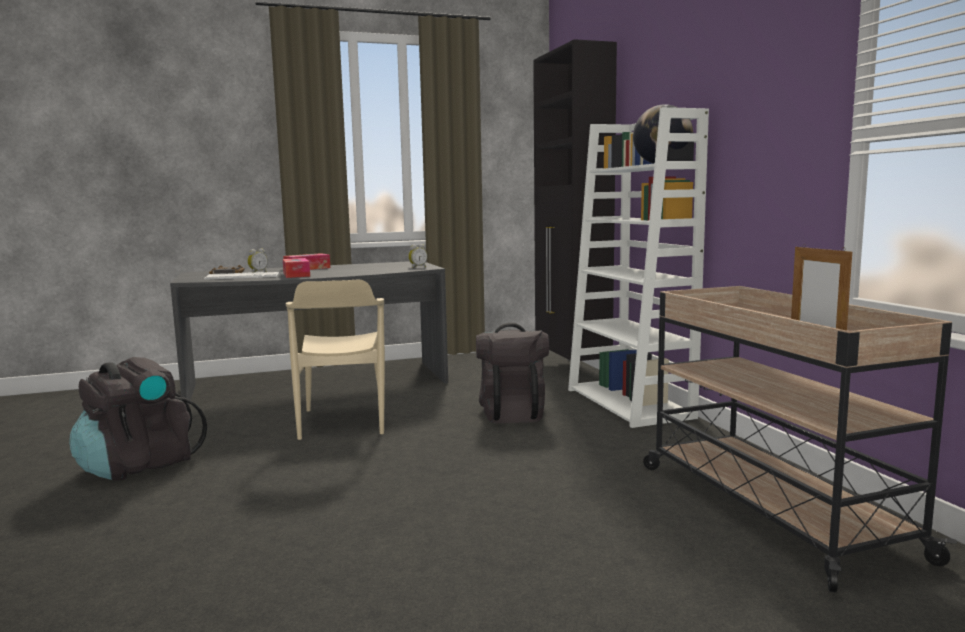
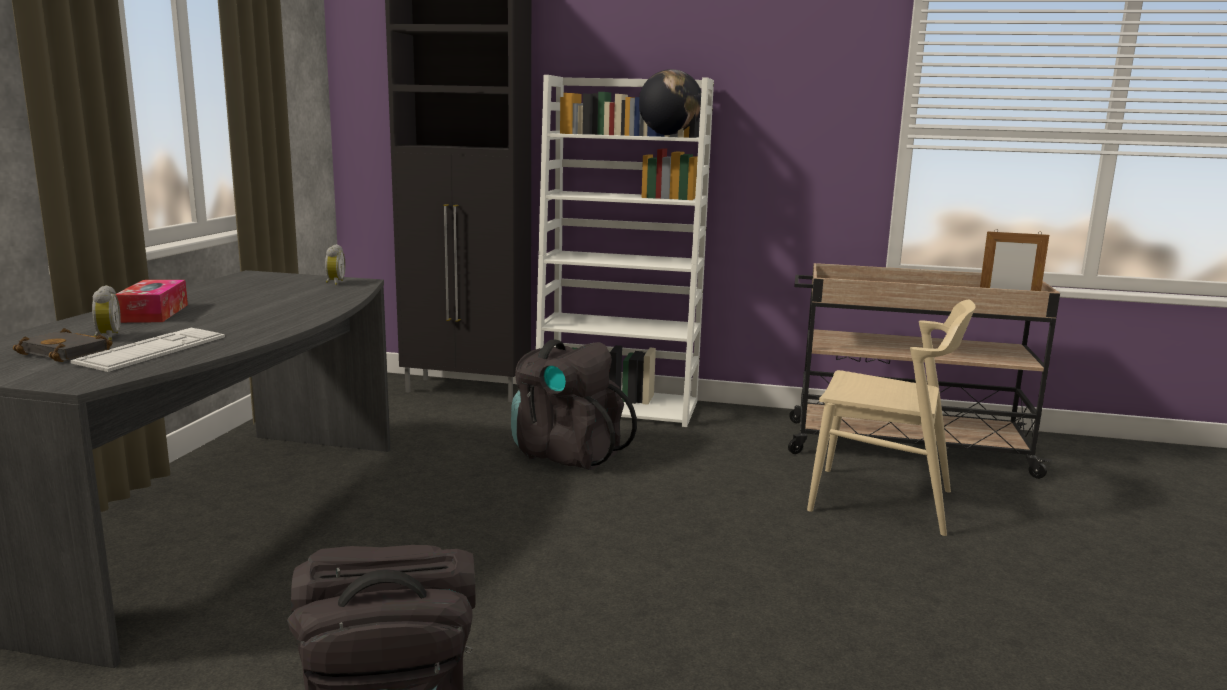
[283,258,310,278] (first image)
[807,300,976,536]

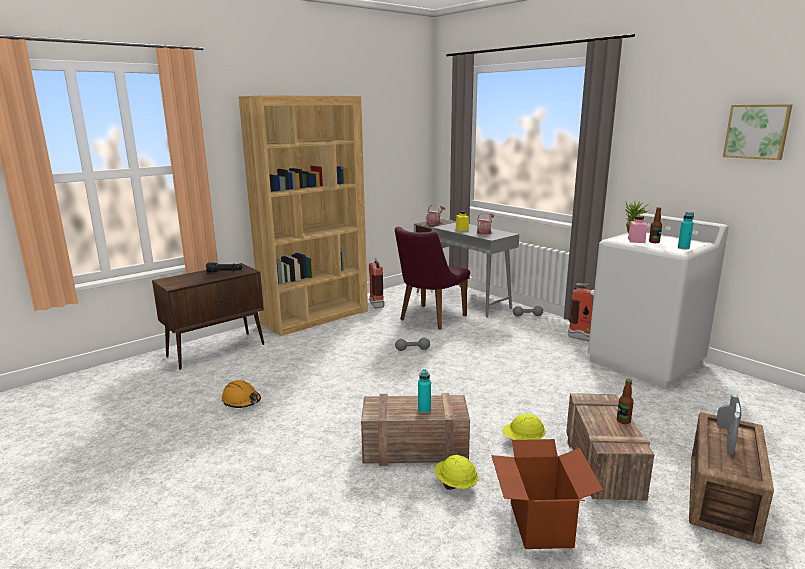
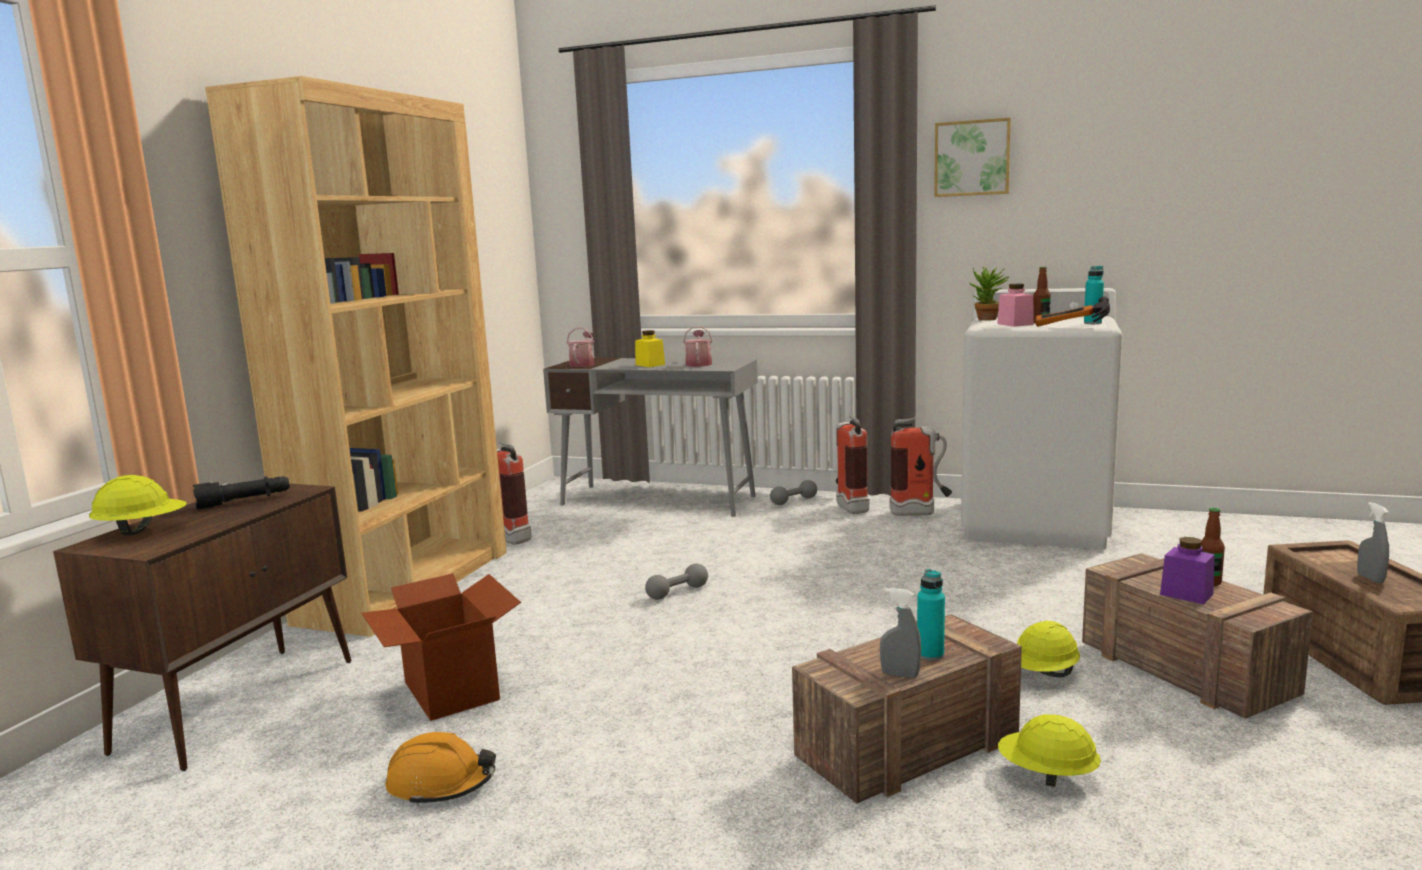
[934,118,1011,197]
[395,227,470,330] (first image)
[880,588,921,678]
[362,573,521,721]
[1035,297,1110,327]
[836,414,870,514]
[89,475,187,535]
[1160,537,1214,604]

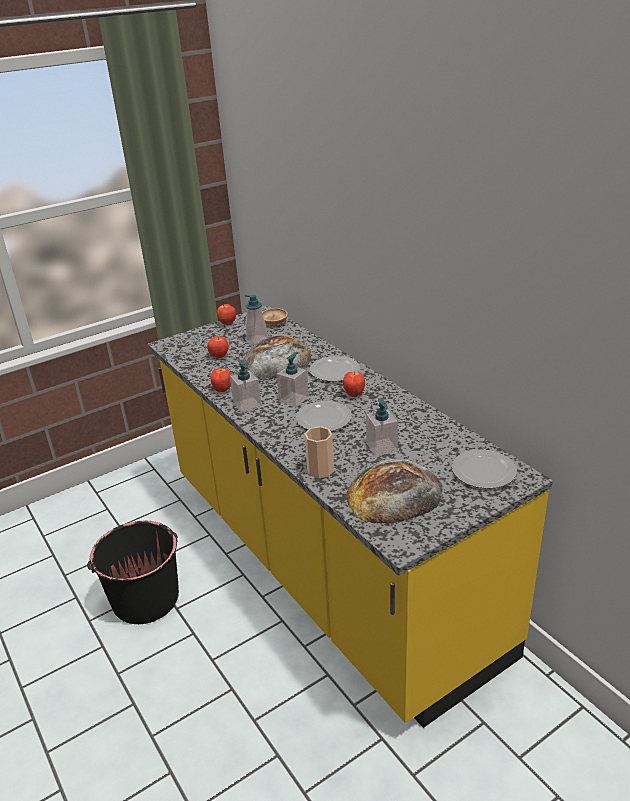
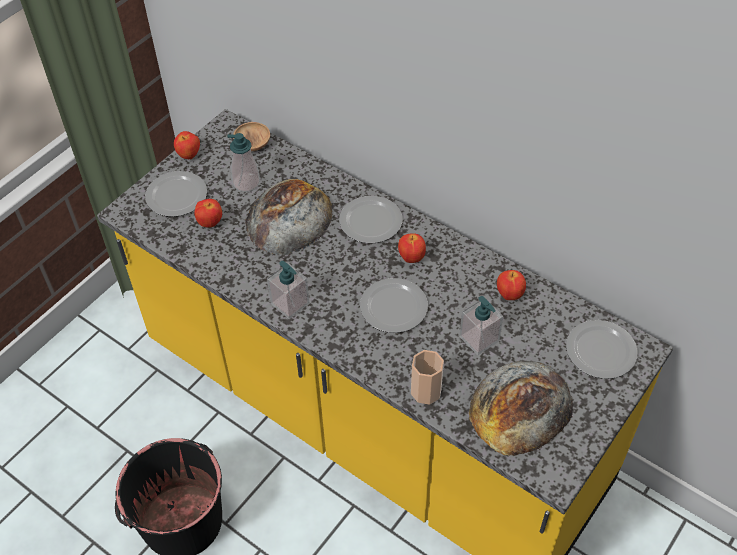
[276,352,309,407] (first image)
[497,270,526,300]
[145,171,207,217]

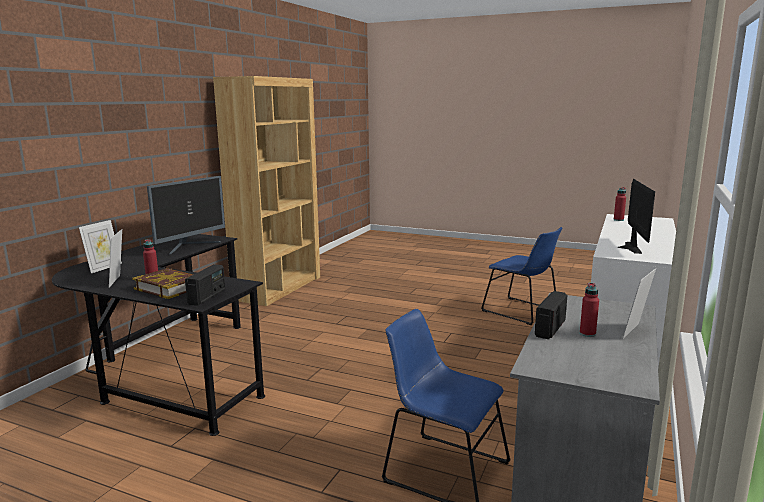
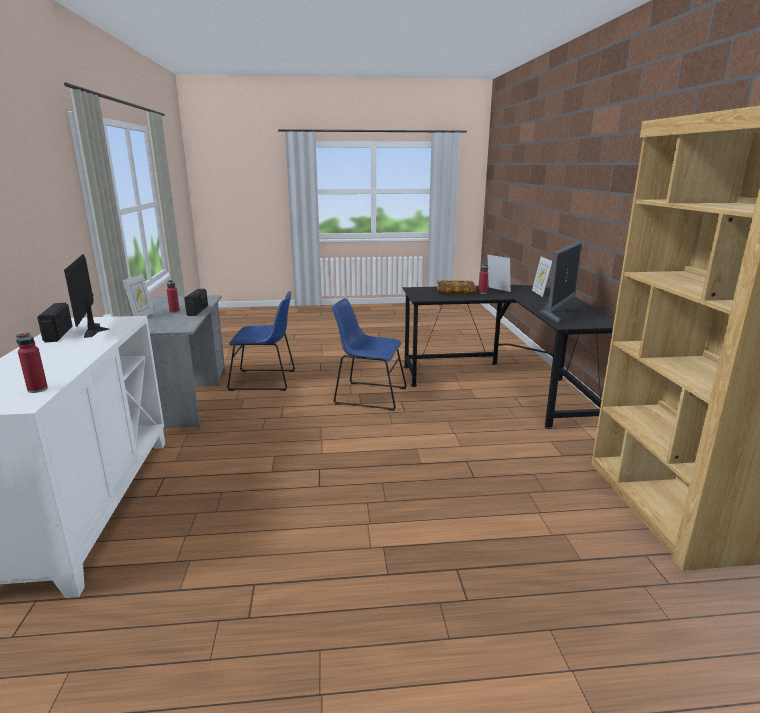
[540,242,582,323]
[332,298,407,411]
[37,303,73,342]

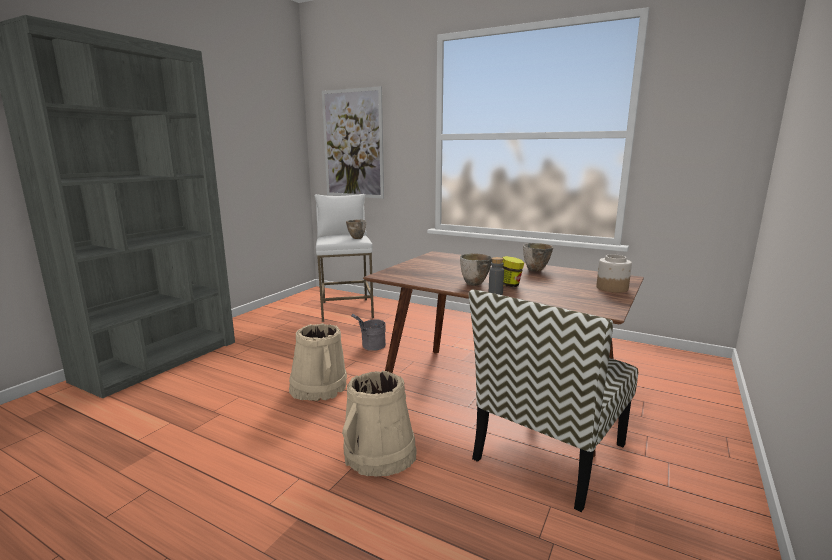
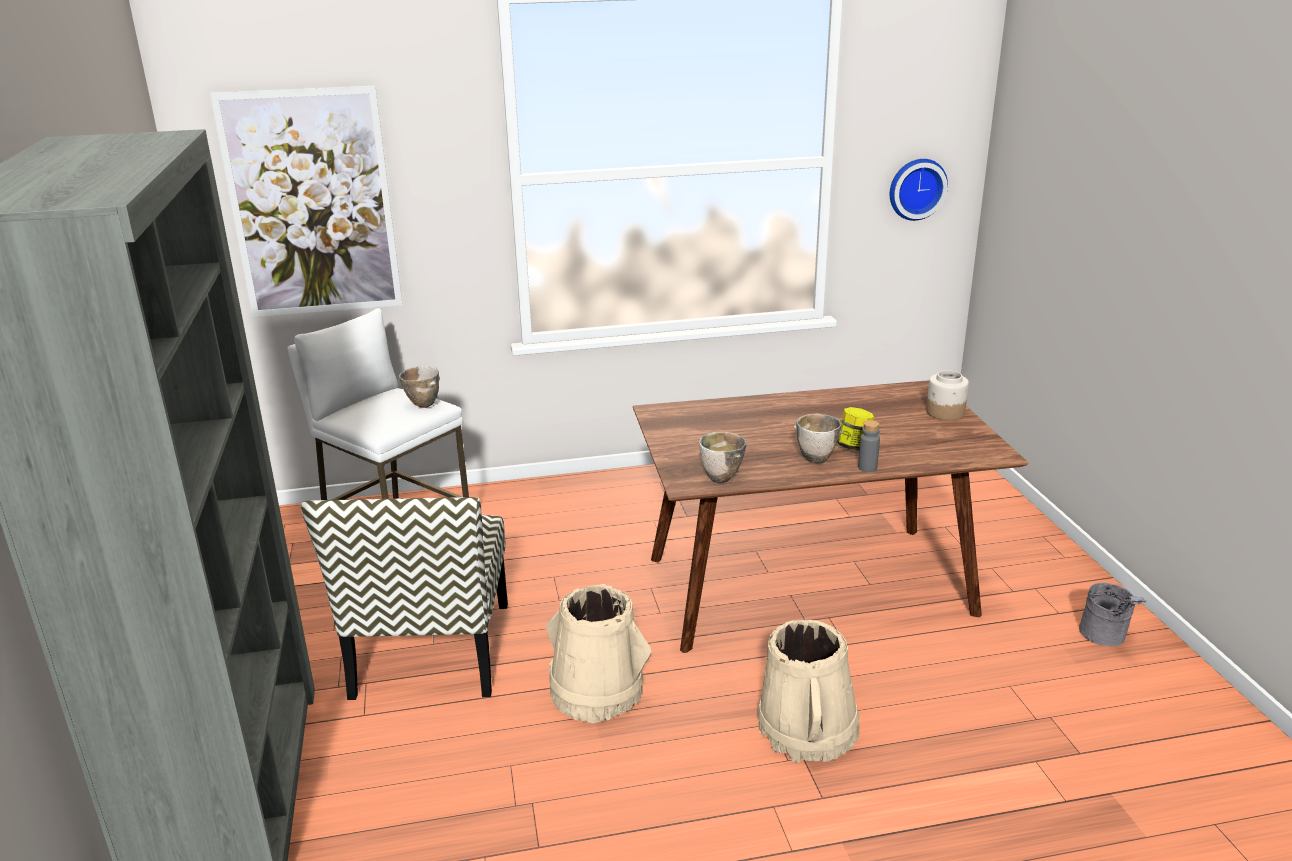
[699,432,747,483]
[300,497,508,700]
[1079,583,1147,646]
[890,159,948,221]

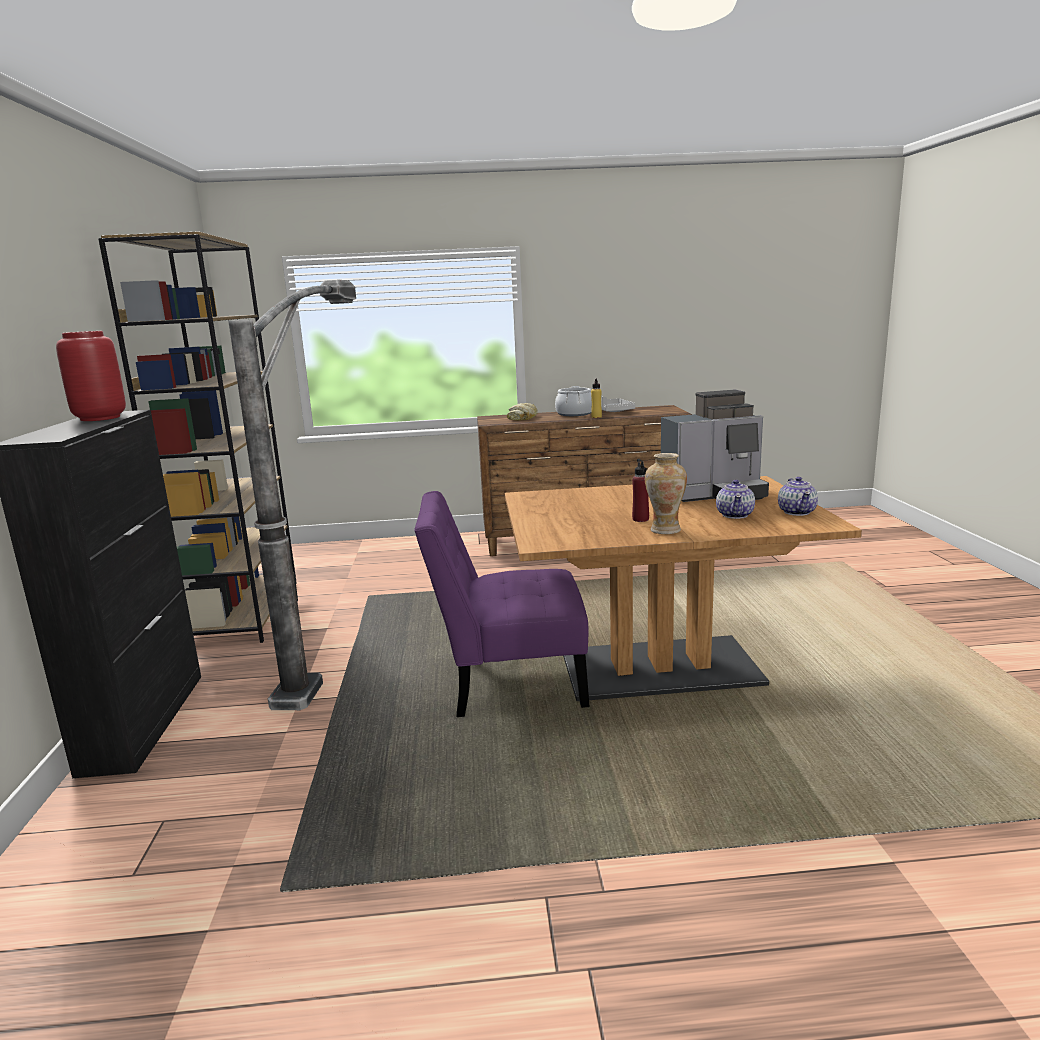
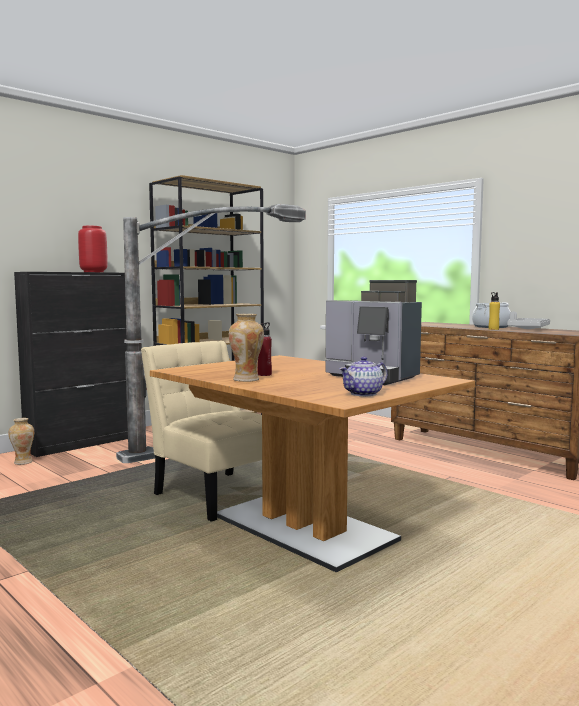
[507,403,538,421] (first image)
[716,480,755,519] (first image)
[141,341,262,522]
[8,418,34,465]

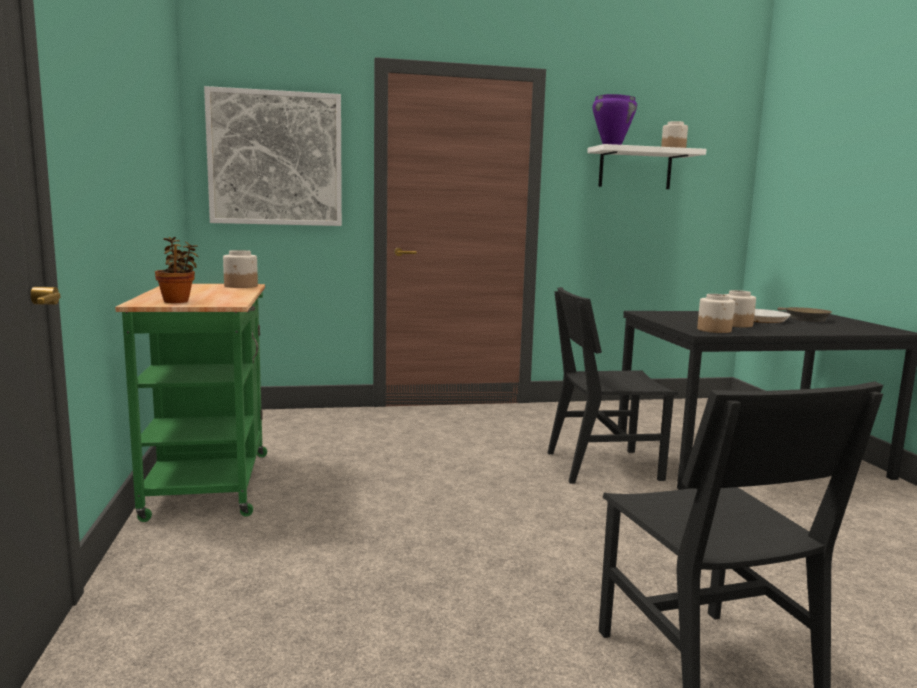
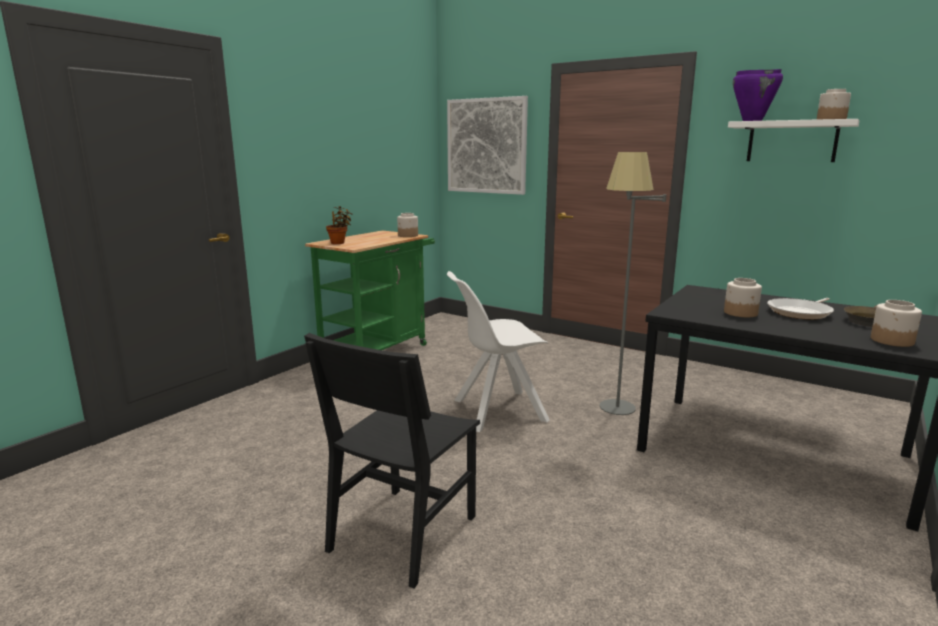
[600,152,666,415]
[871,300,922,347]
[447,271,550,432]

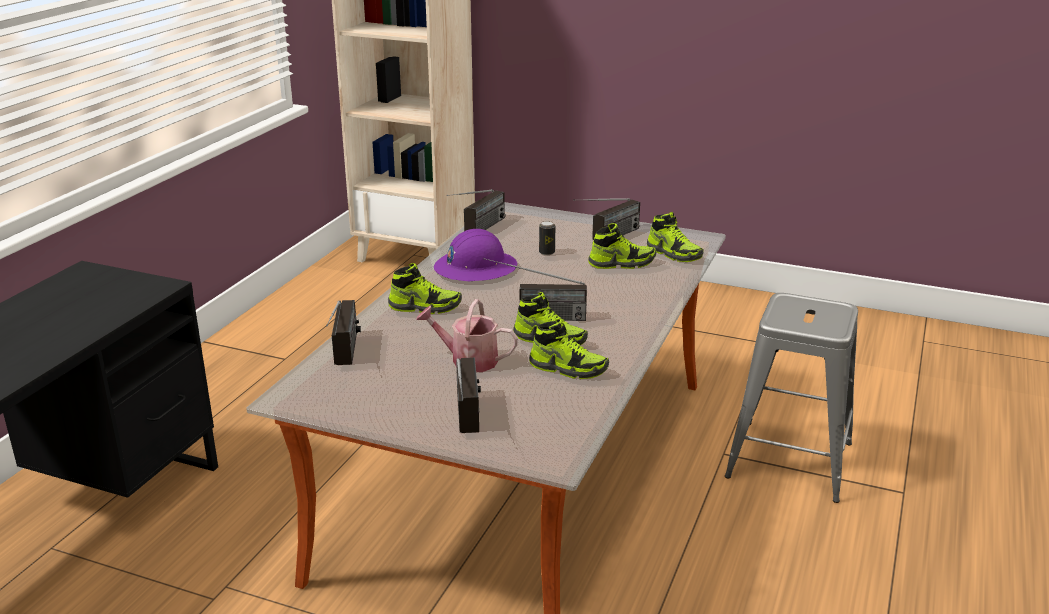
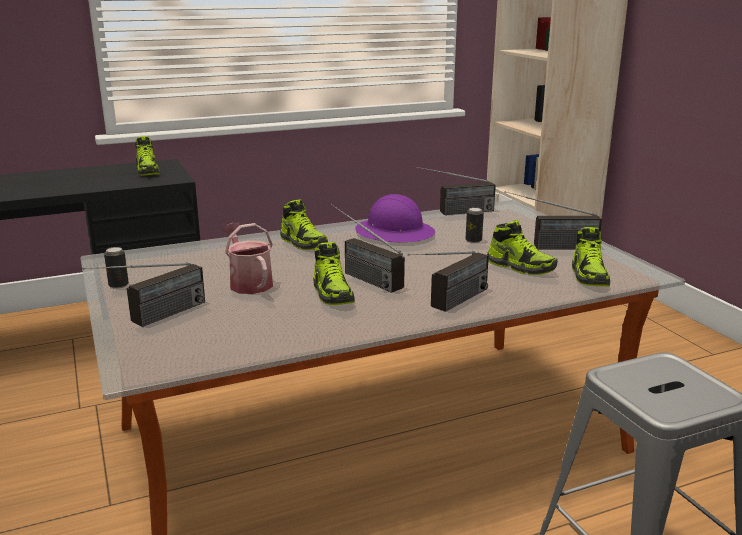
[408,251,489,312]
[135,136,160,176]
[104,247,129,289]

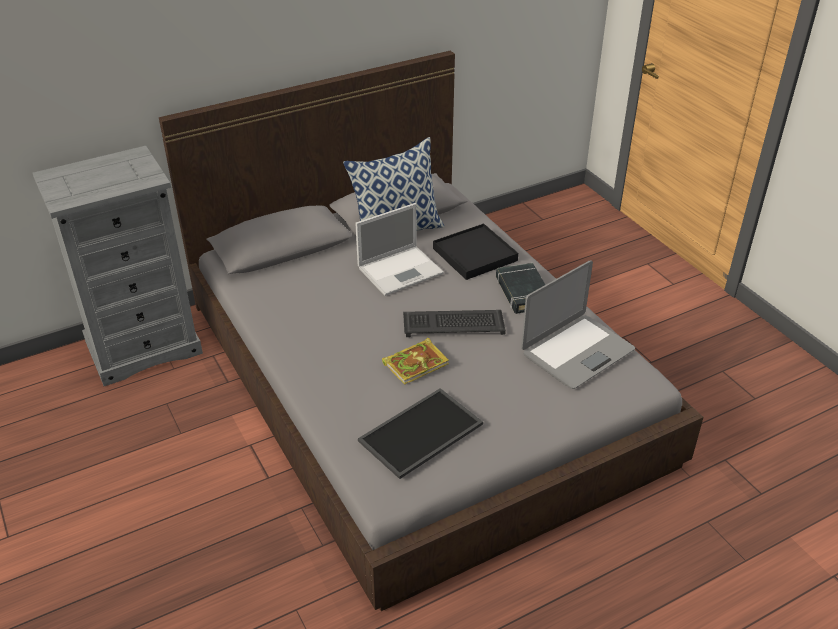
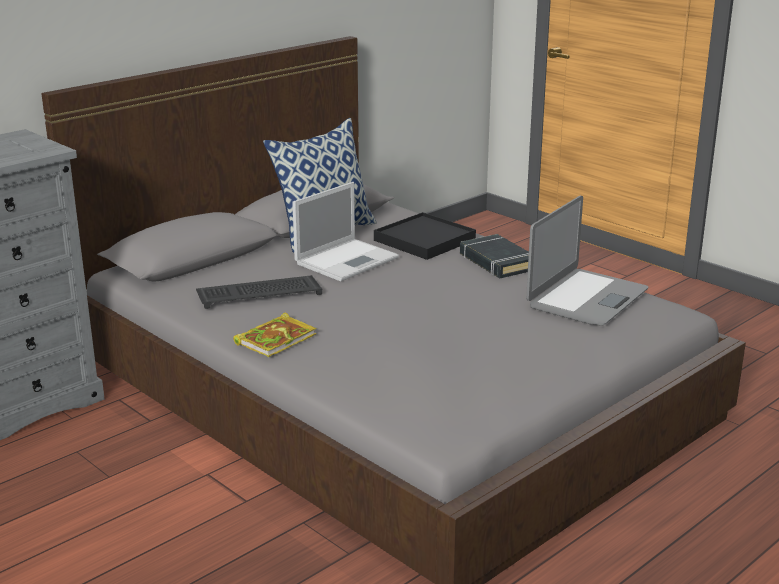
[196,275,322,309]
[233,313,316,357]
[358,388,483,479] (first image)

